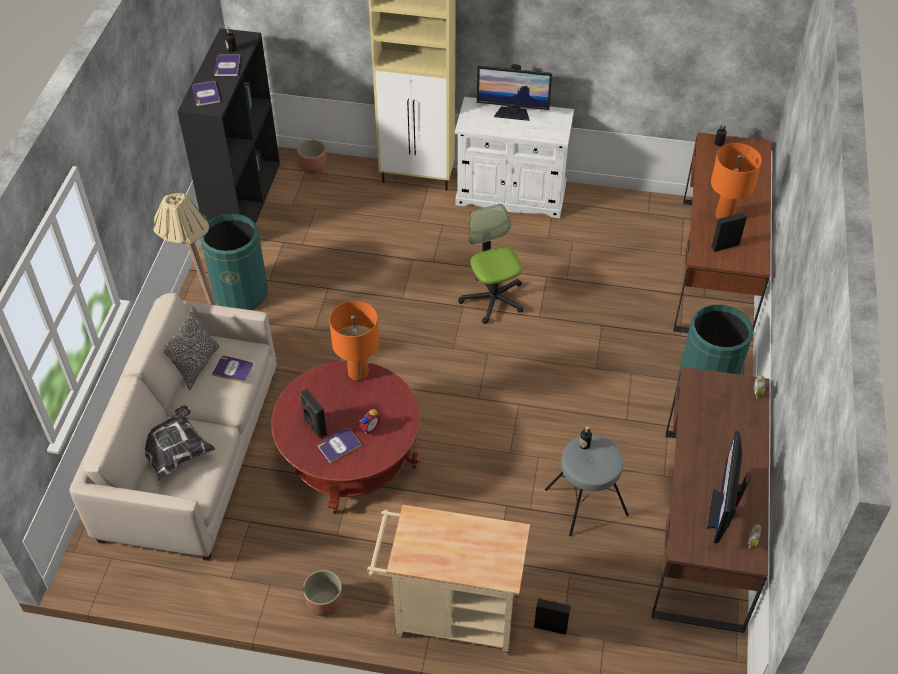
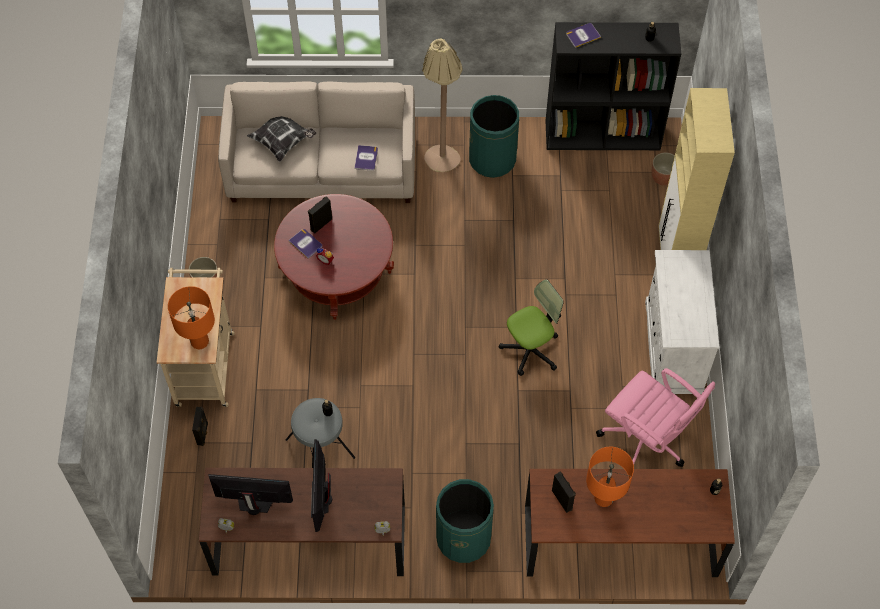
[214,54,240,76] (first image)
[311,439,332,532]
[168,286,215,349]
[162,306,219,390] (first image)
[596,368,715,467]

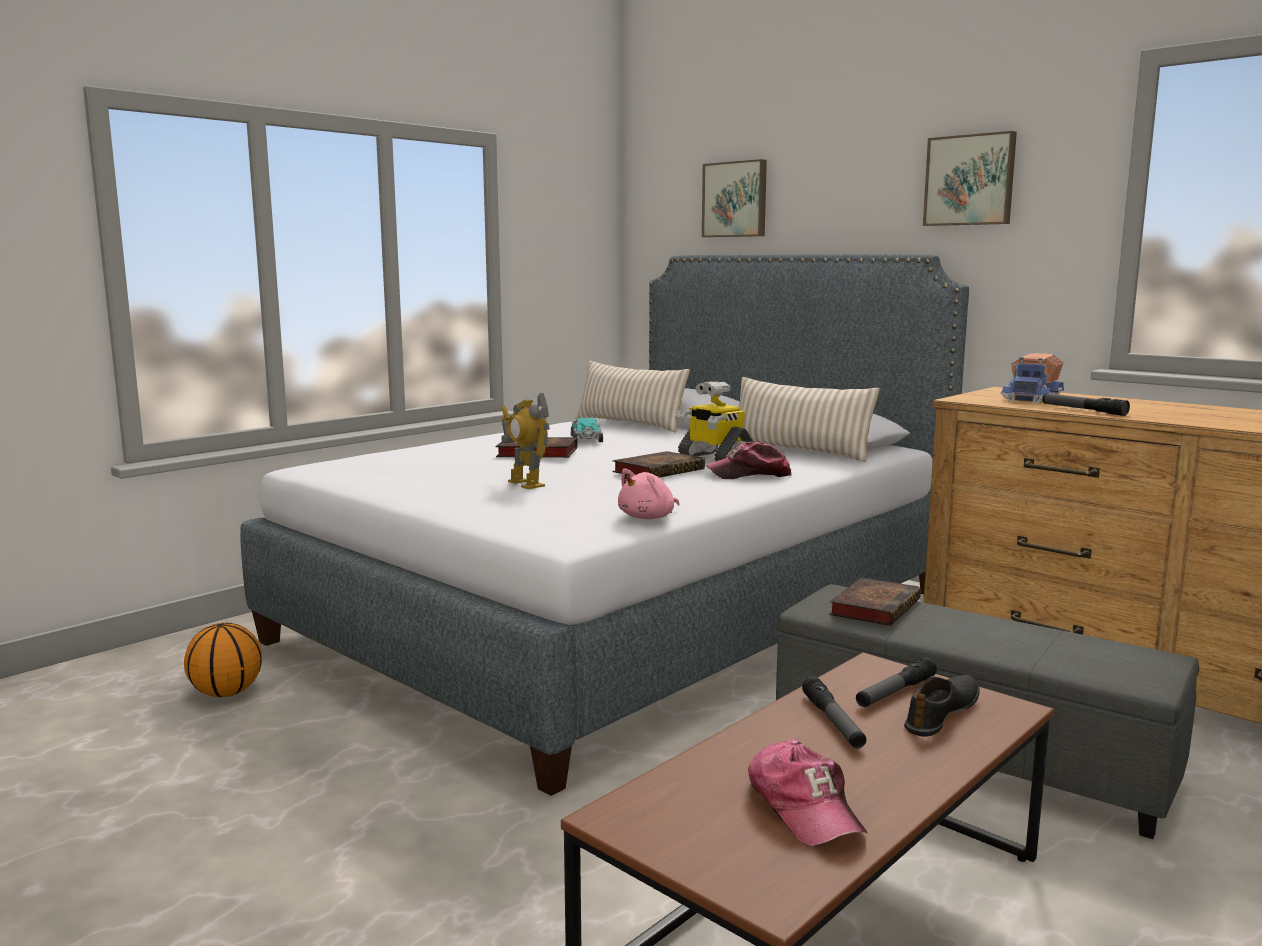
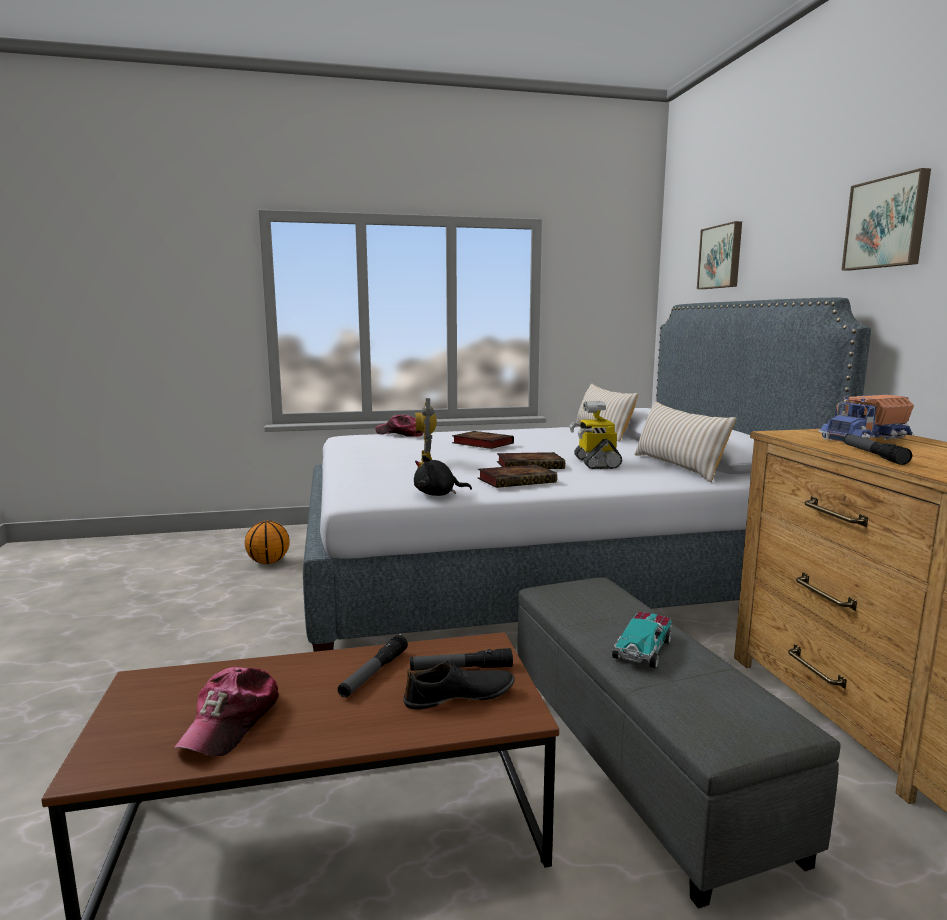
[612,612,672,668]
[375,415,423,437]
[414,456,472,496]
[478,464,557,488]

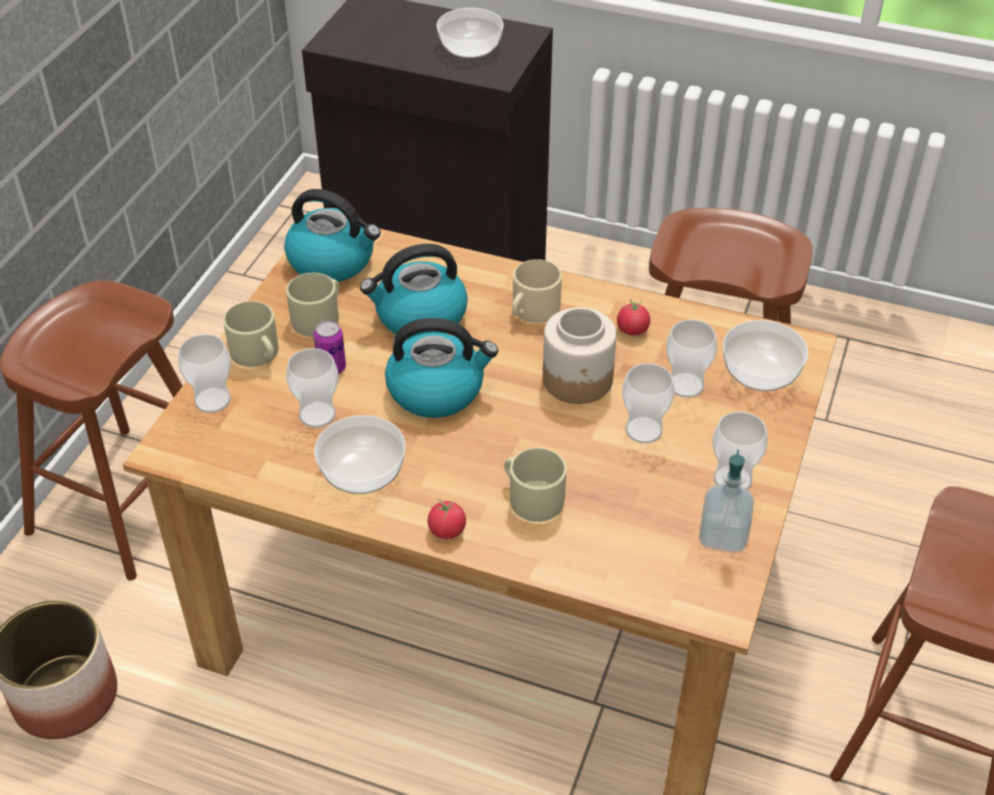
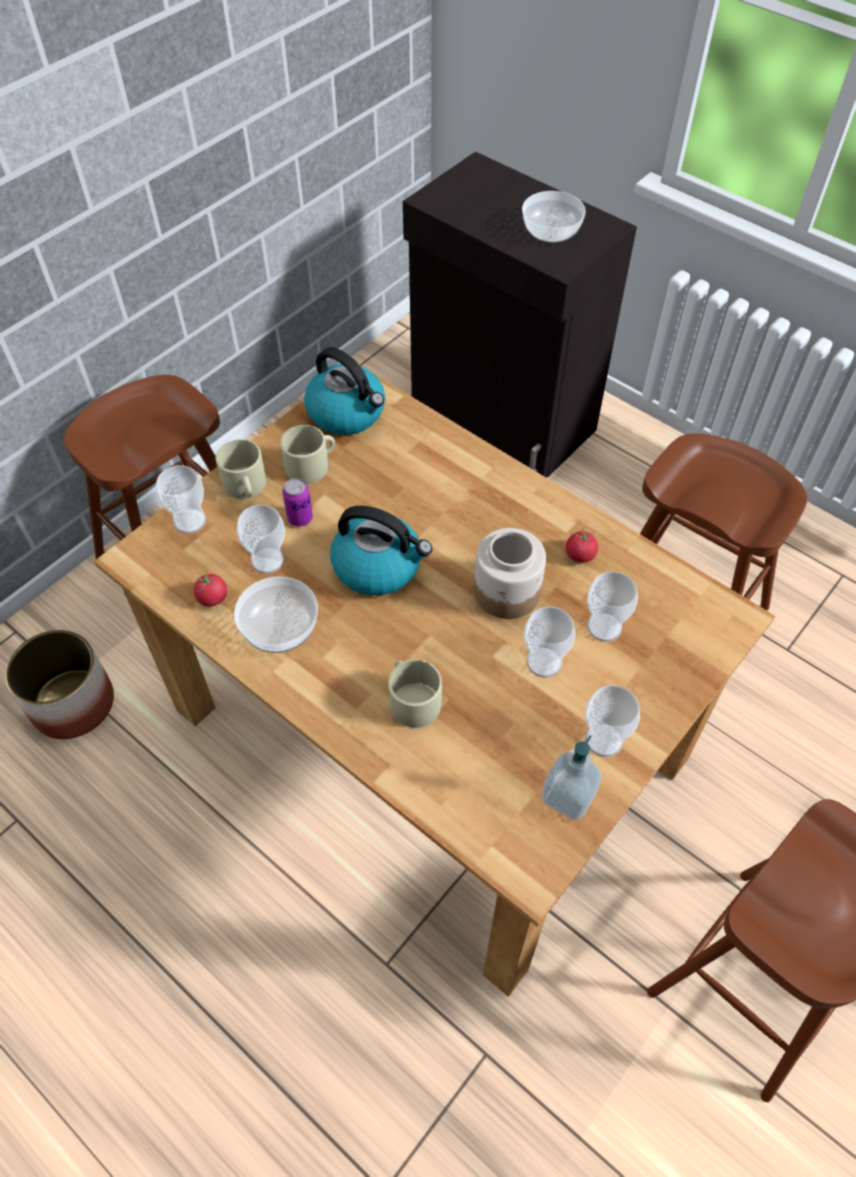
[360,244,468,339] (first image)
[512,259,562,323] (first image)
[723,320,808,391] (first image)
[193,571,227,607]

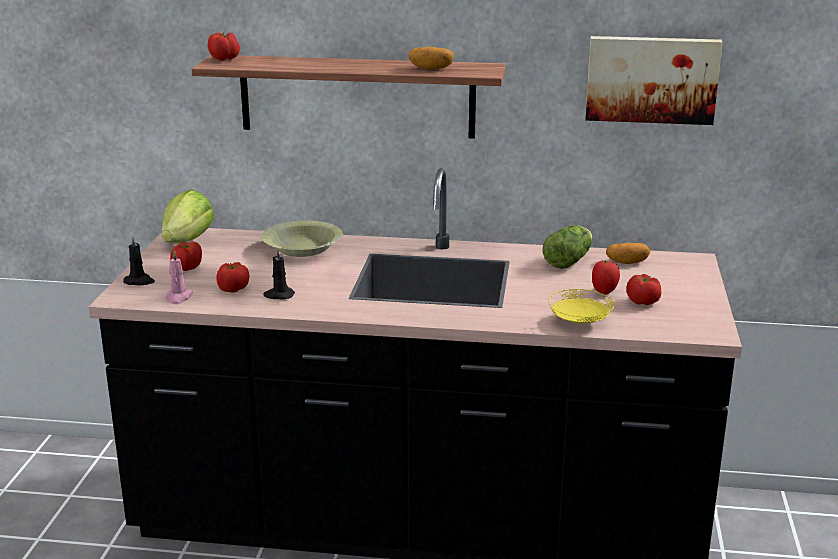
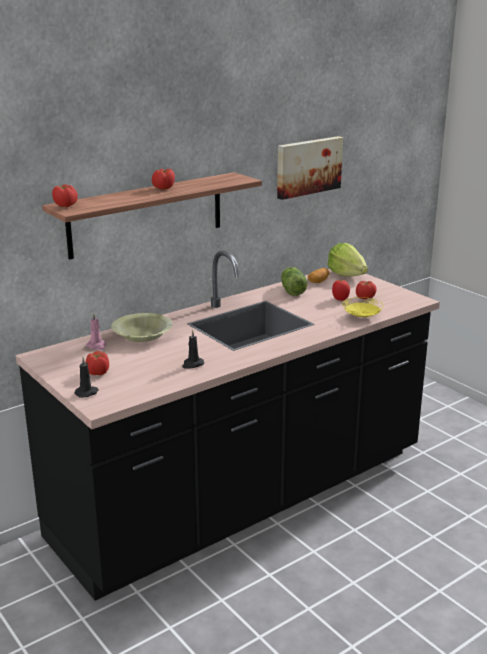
[408,47,454,69] (first image)
[327,243,368,277]
[86,313,106,350]
[152,169,175,190]

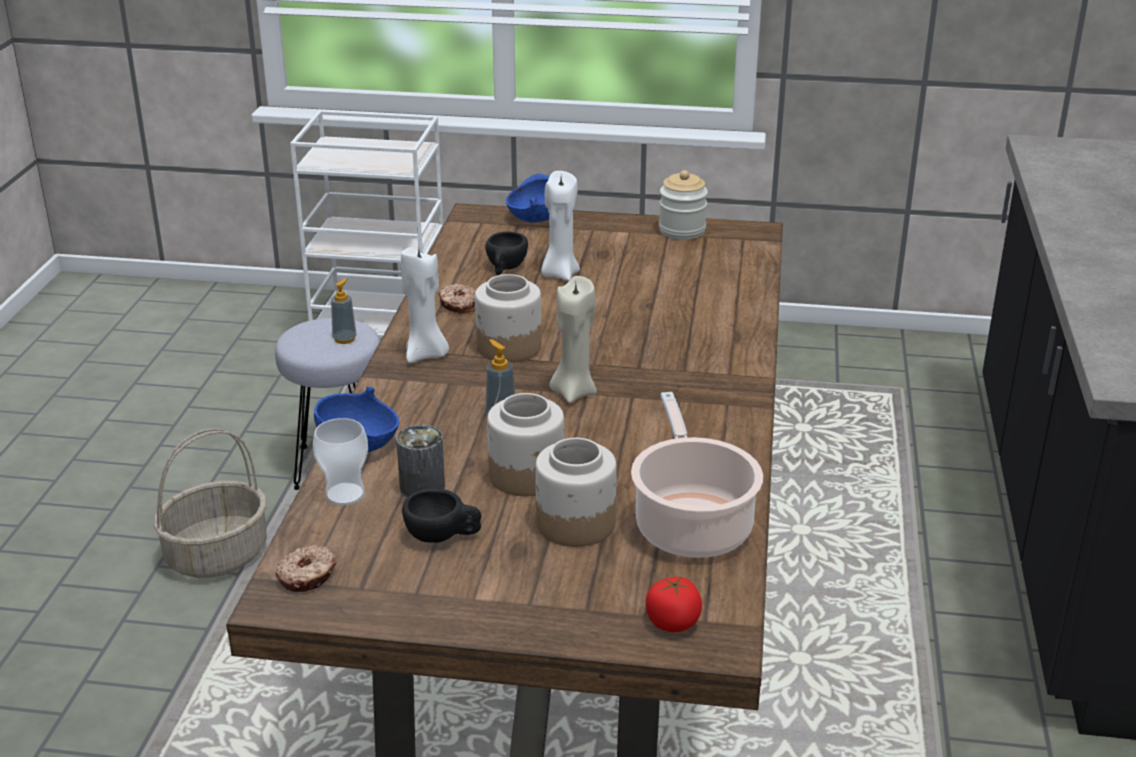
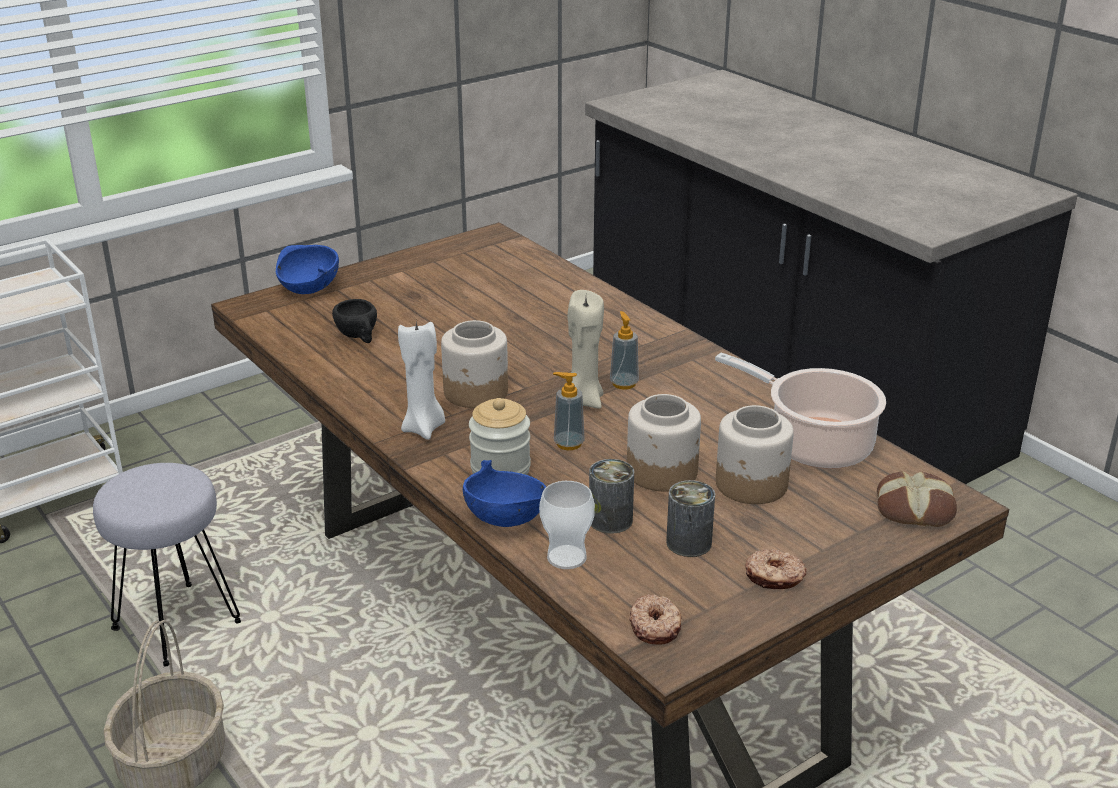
[469,398,531,475]
[541,171,580,281] (first image)
[610,311,639,390]
[745,549,807,589]
[666,480,715,557]
[877,471,957,527]

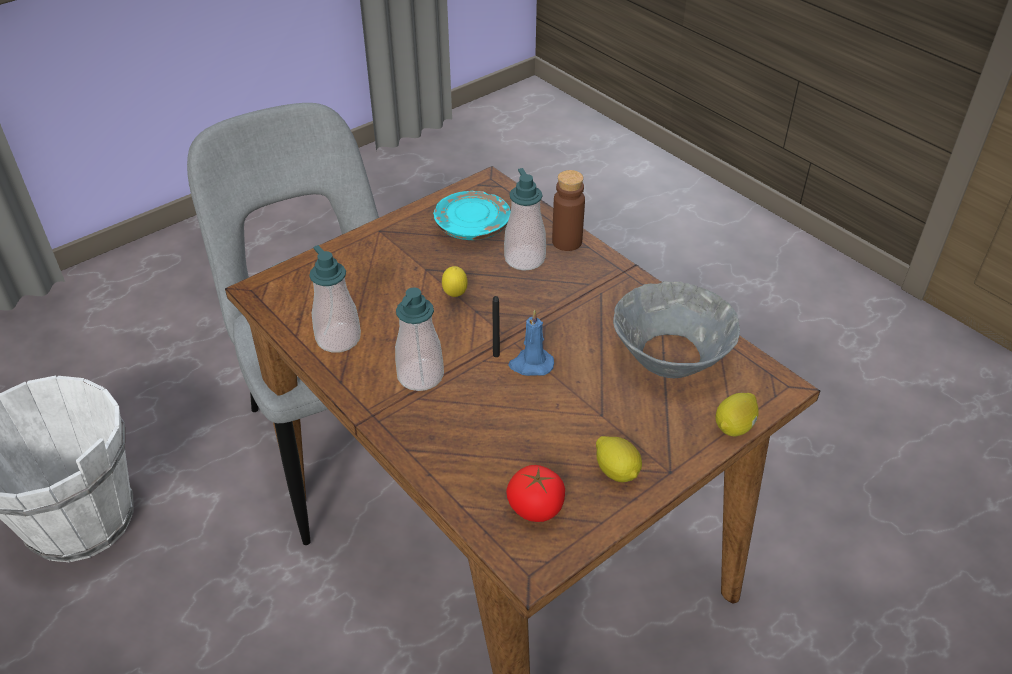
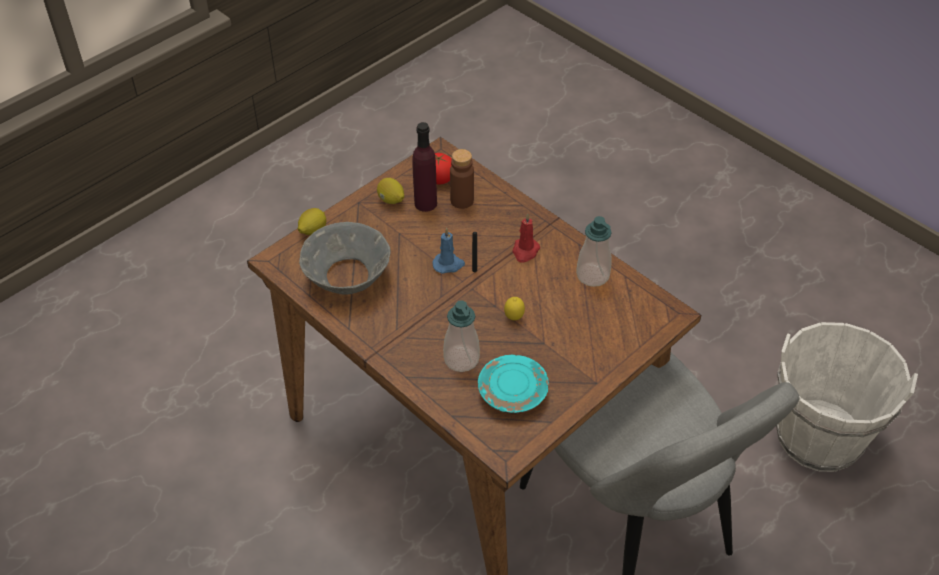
[450,149,474,209]
[512,214,540,263]
[412,122,437,212]

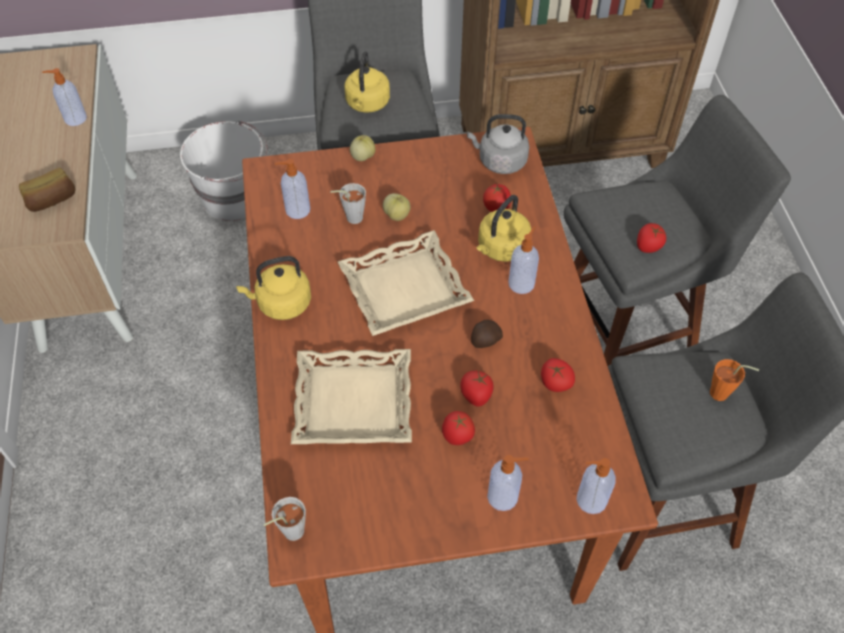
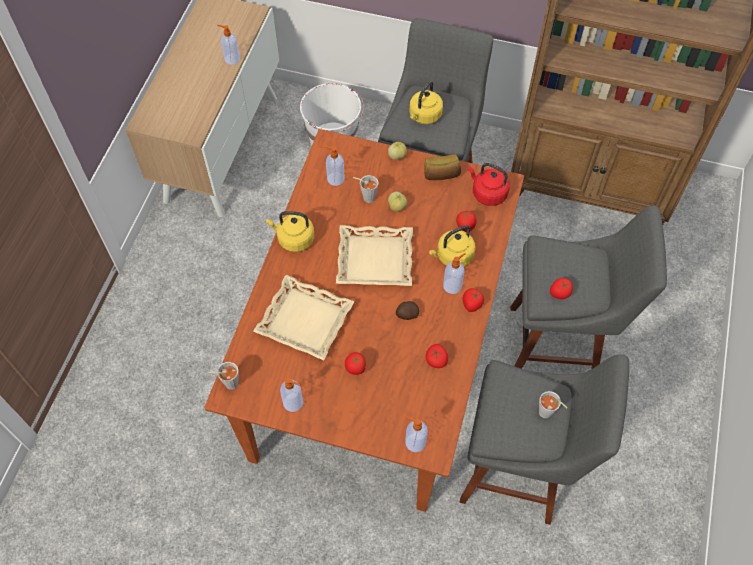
[468,163,510,206]
[424,154,461,180]
[539,391,567,418]
[463,288,484,312]
[280,378,303,412]

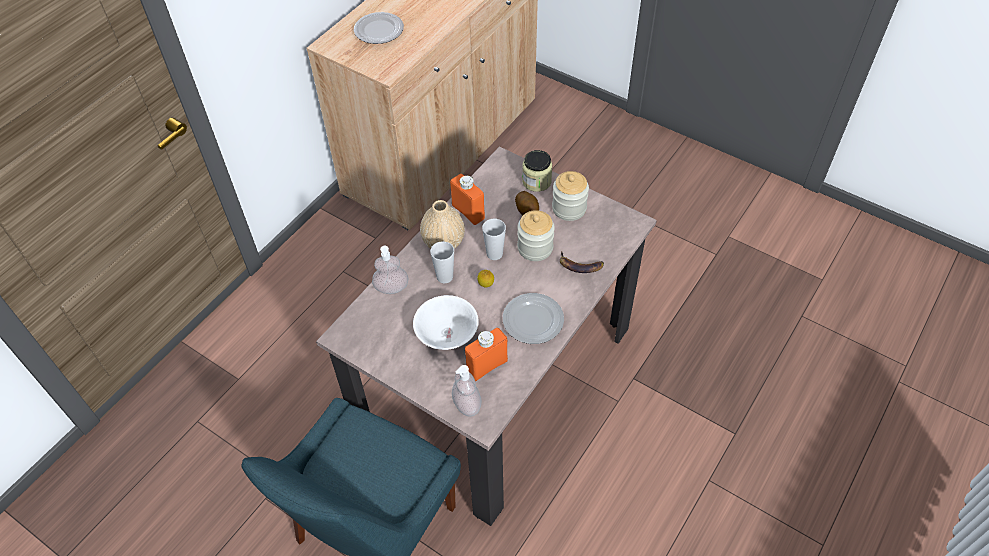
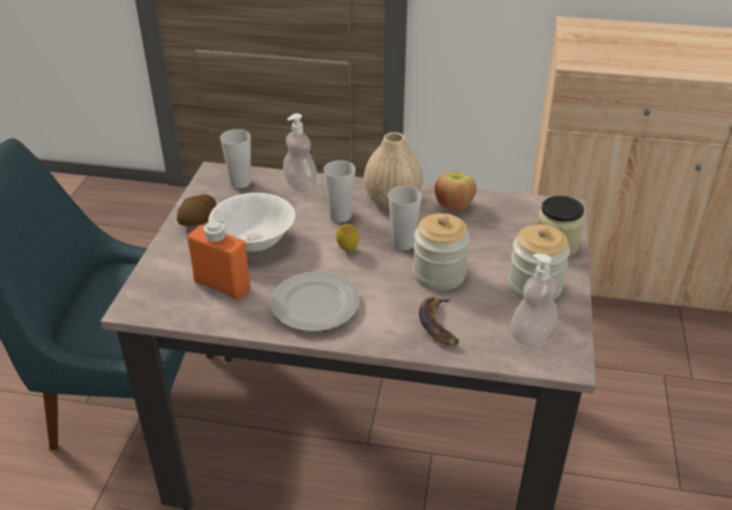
[354,12,404,44] (first image)
[435,171,476,211]
[177,194,216,226]
[511,254,557,346]
[220,129,251,188]

